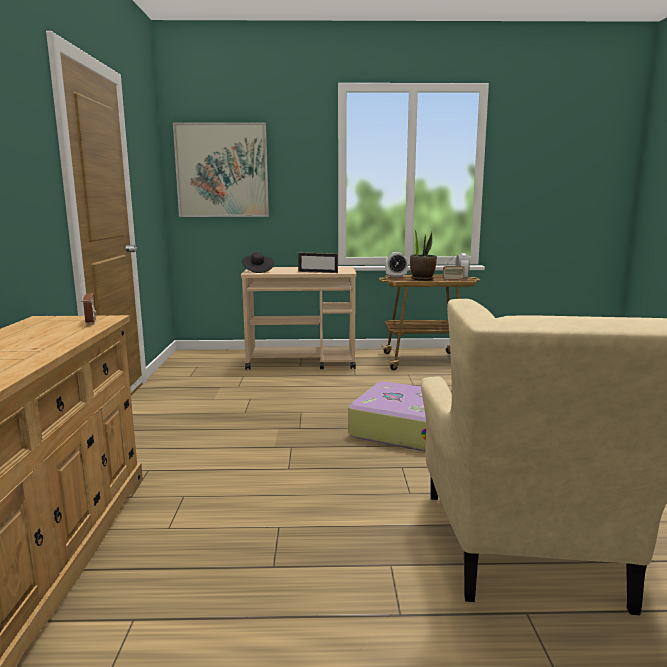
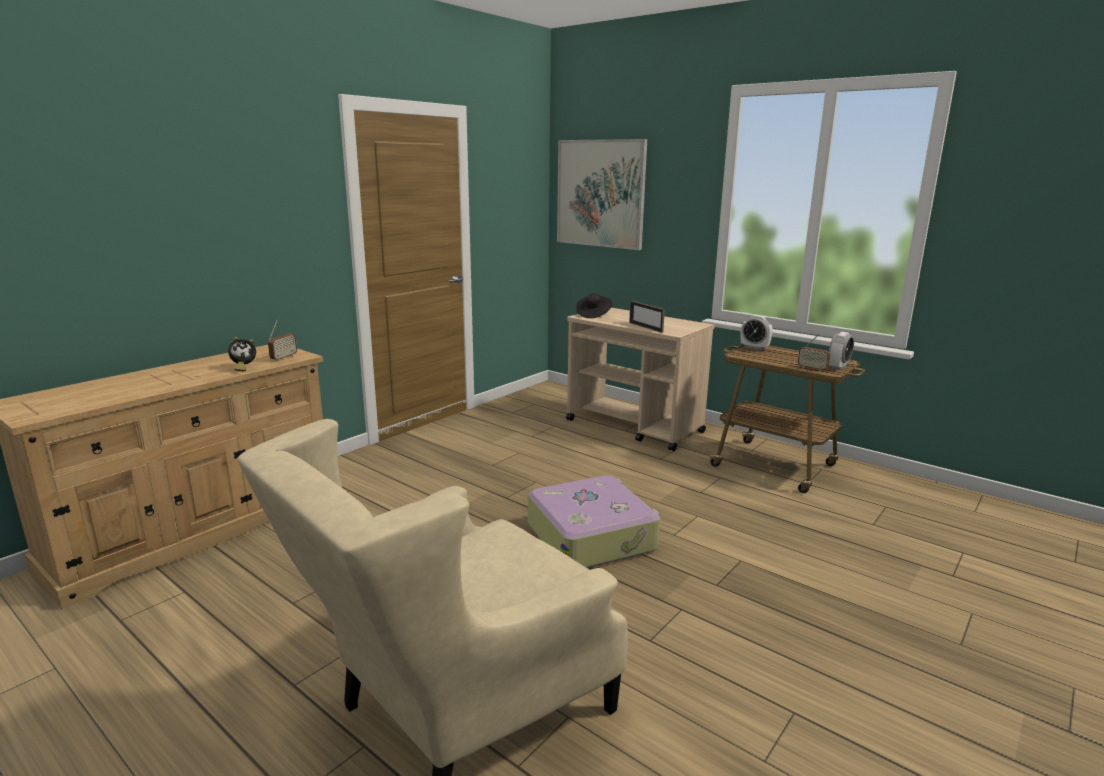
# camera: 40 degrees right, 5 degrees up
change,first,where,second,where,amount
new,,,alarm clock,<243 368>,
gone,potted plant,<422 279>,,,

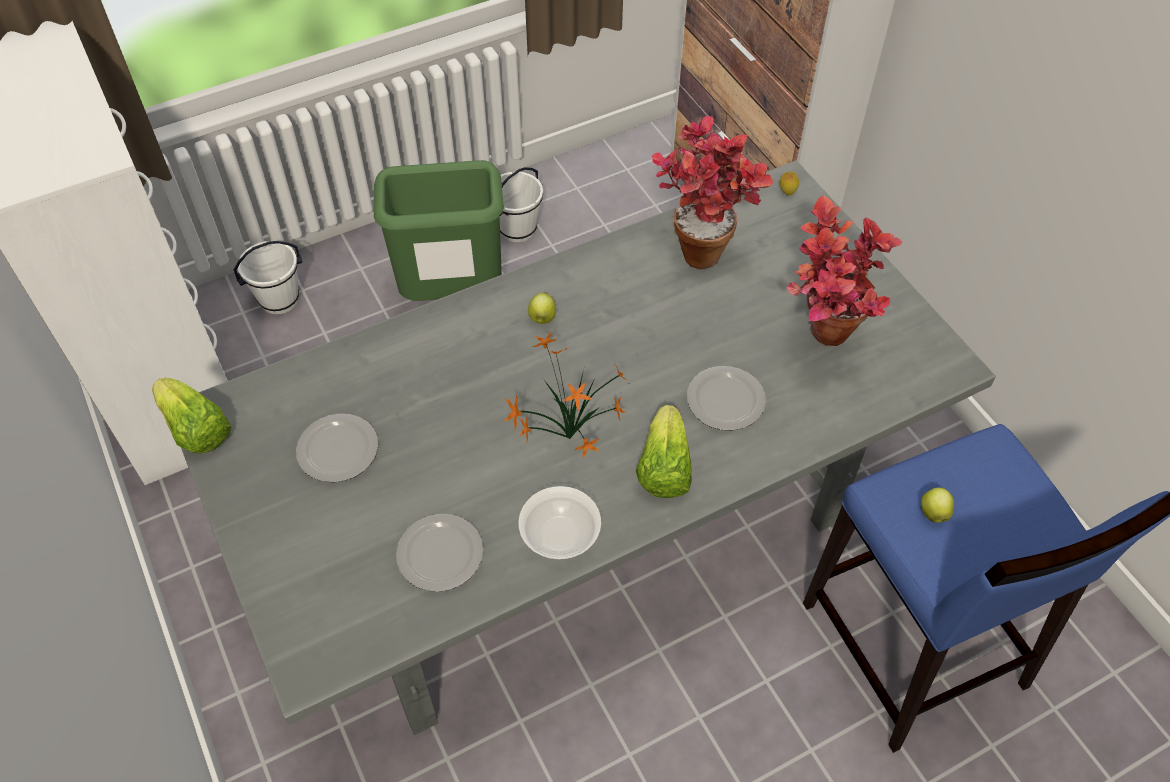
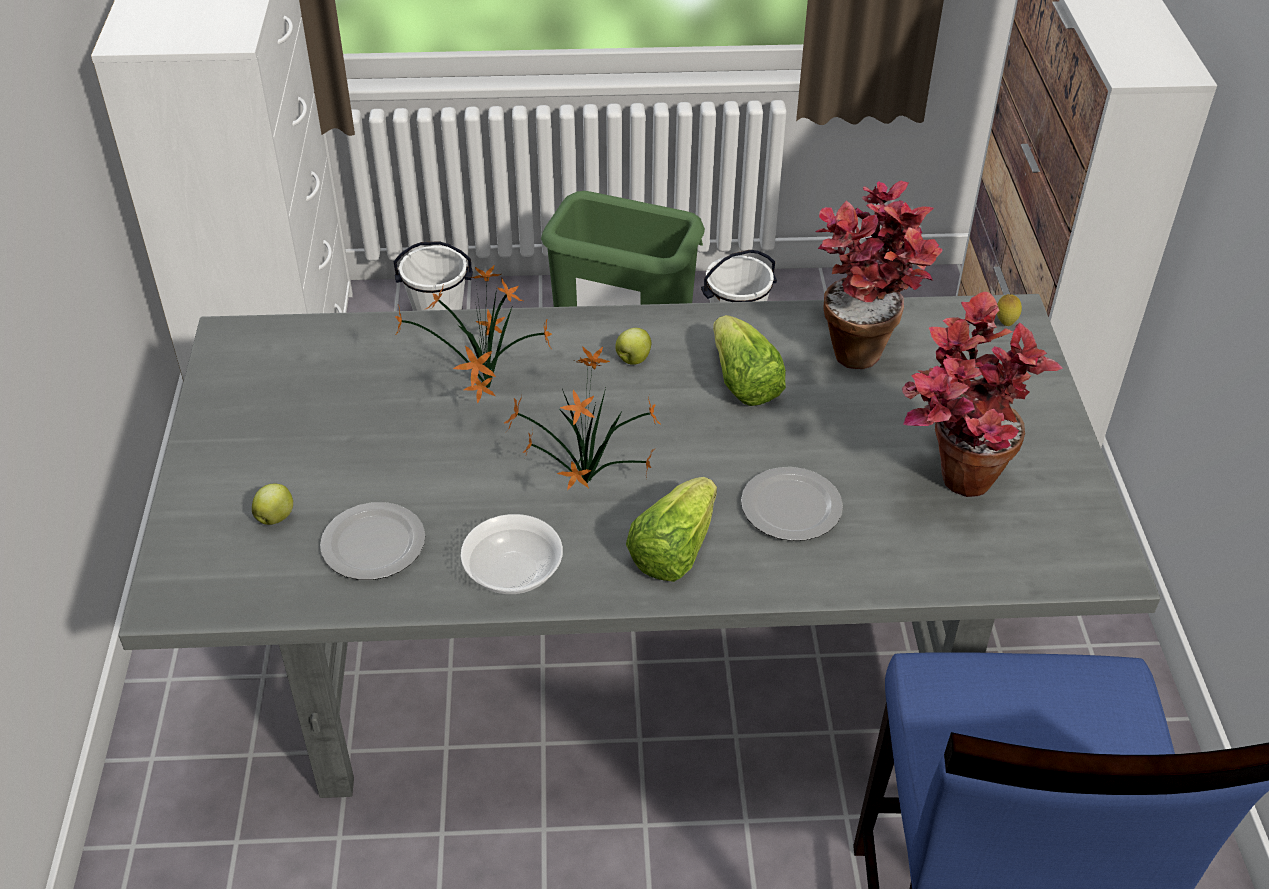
# camera: 25 degrees right, 10 degrees down
change,first,where,second,where,amount
shifted,apple,<933 512>,,<276 517>,
new,,,potted plant,<486 391>,
shifted,lettuce,<196 429>,,<743 382>,
gone,plate,<336 450>,,,

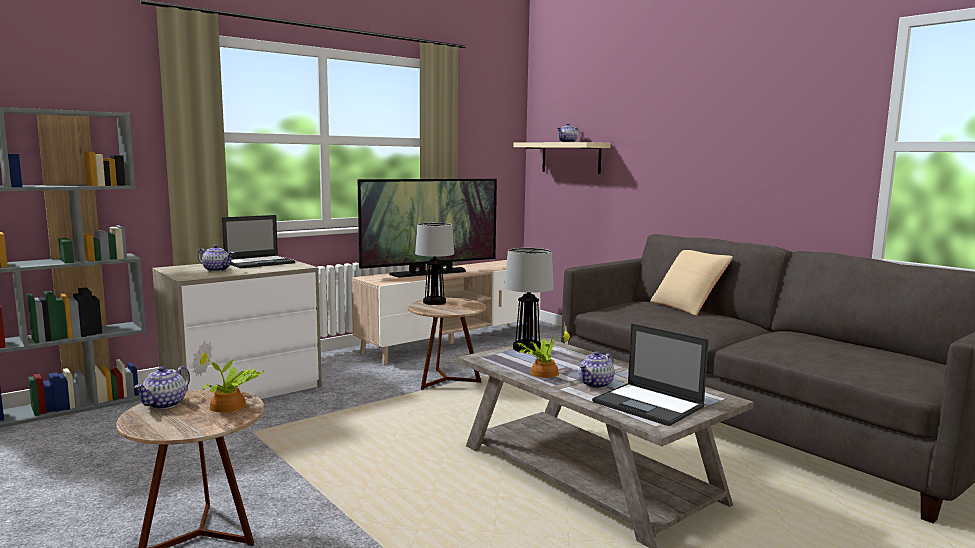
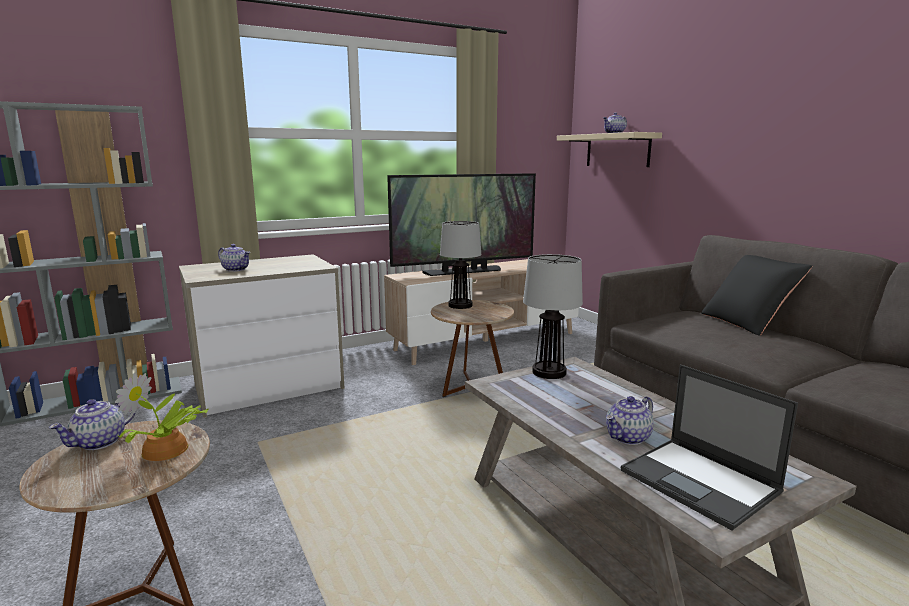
# camera: 10 degrees right, 5 degrees up
change,first,where,second,where,amount
repainted,pillow (beige),<687 307>,pillow (black),<747 323>,
gone,laptop,<260 262>,,,
gone,potted plant,<543 372>,,,

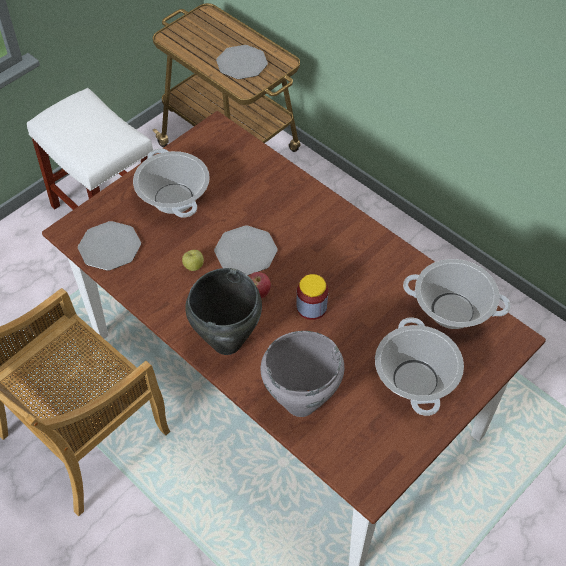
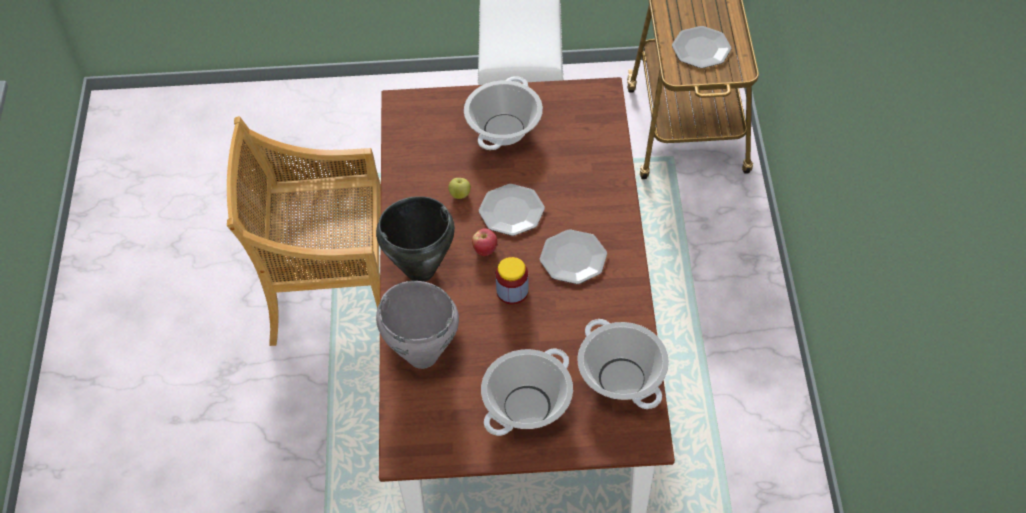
# camera: 45 degrees right, 0 degrees up
change,first,where,second,where,amount
shifted,plate,<110 247>,,<573 258>,

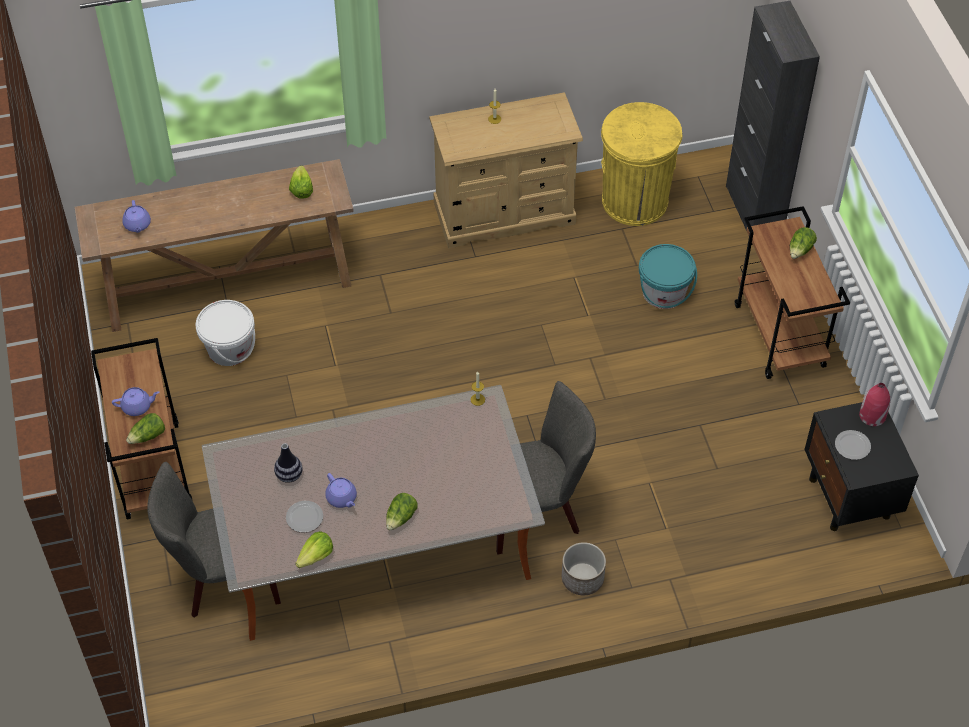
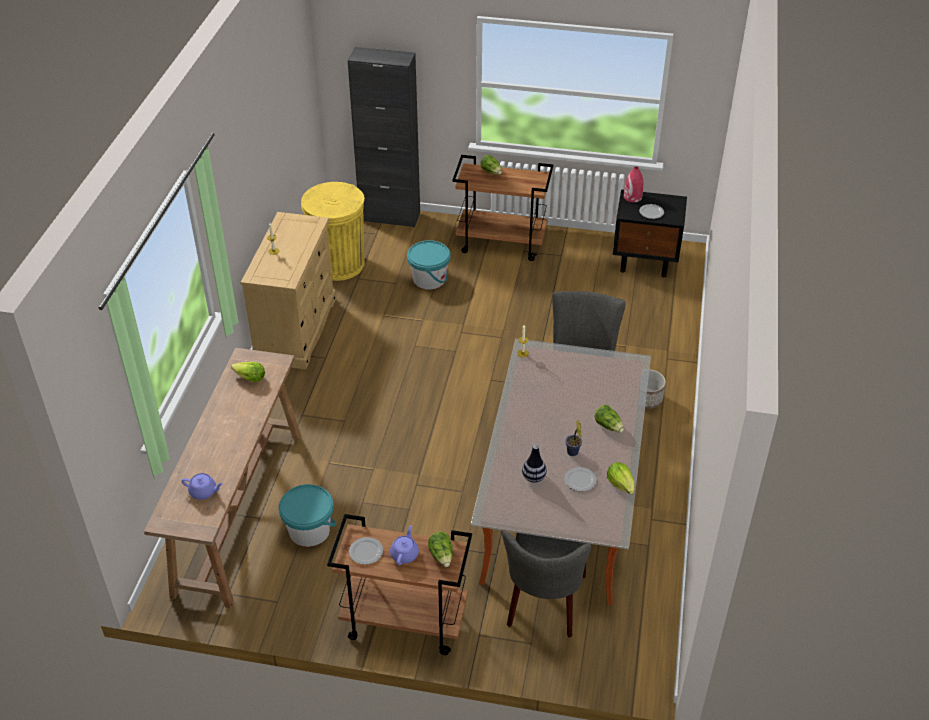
# camera: 65 degrees left, 10 degrees down
change,first,where,second,where,amount
repainted,bucket (white),<229 349>,bucket (turquoise),<309 530>,
new,,,plate,<366 552>,
swapped,teapot (purple),<342 498>,potted plant,<573 453>,

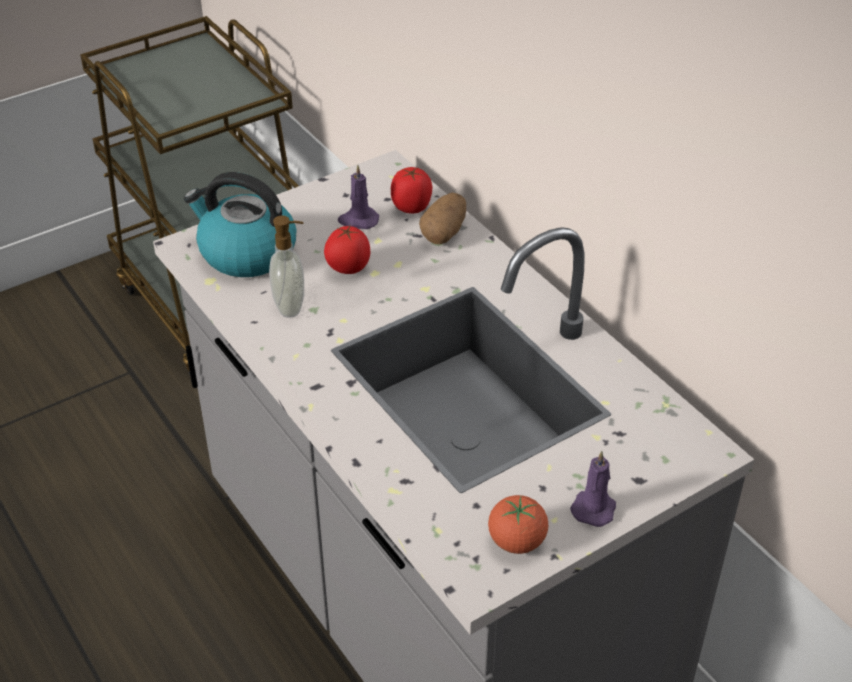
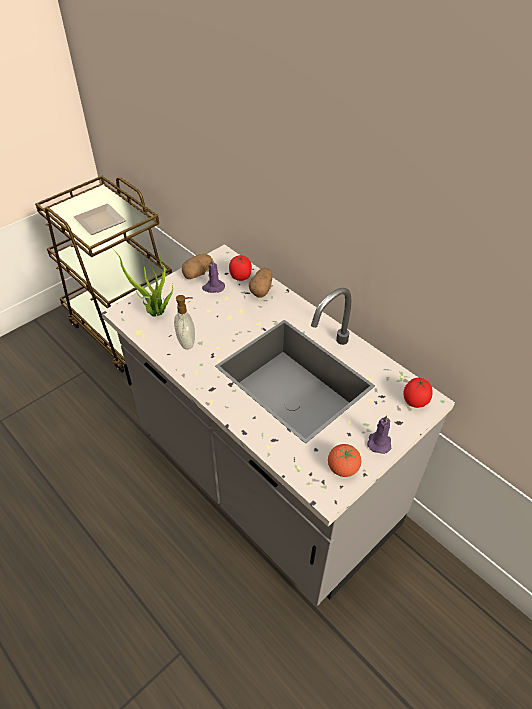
# camera: 10 degrees left, 5 degrees up
change,first,where,second,where,amount
new,,,plate,<102 222>,
swapped,kettle,<246 253>,potted plant,<155 313>,
new,,,potato,<197 273>,
shifted,tomato,<348 268>,,<414 402>,

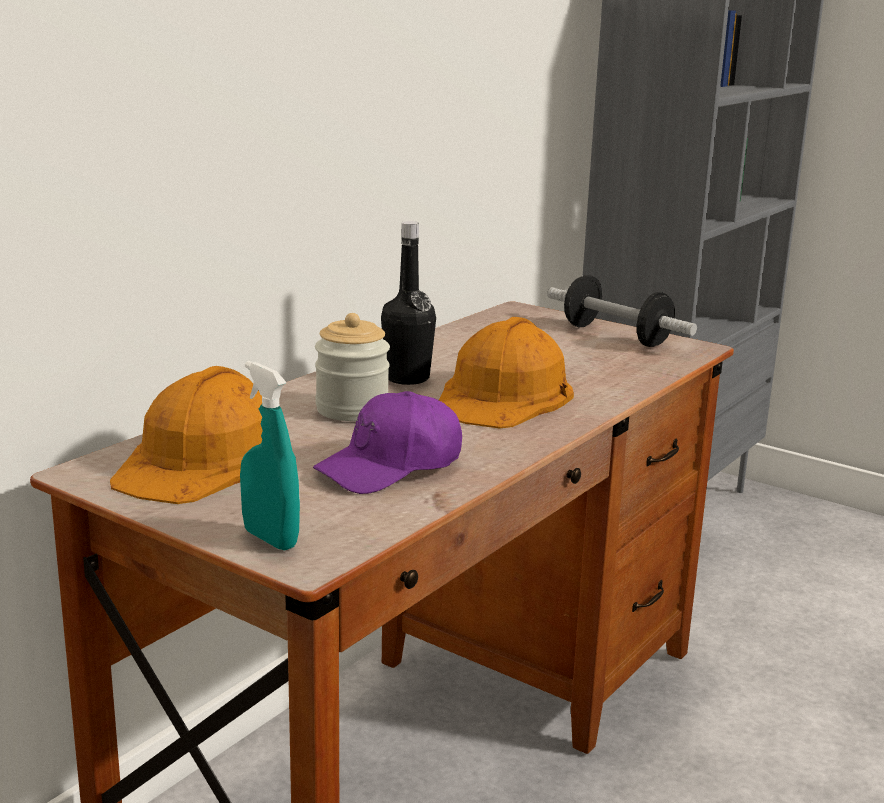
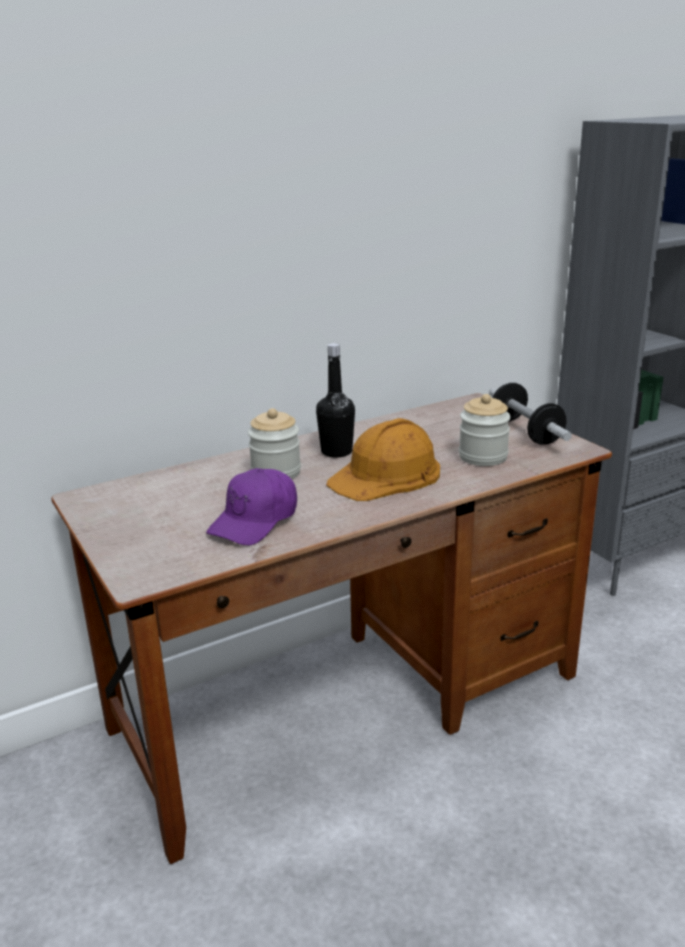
# camera: 25 degrees right, 5 degrees up
change,first,where,second,where,amount
rotated,cap (purple),<391 467>,,<255 521>,45 degrees counterclockwise
new,,,jar,<483 457>,
gone,hard hat (orange),<203 460>,,,
gone,spray bottle (turquoise),<270 539>,,,

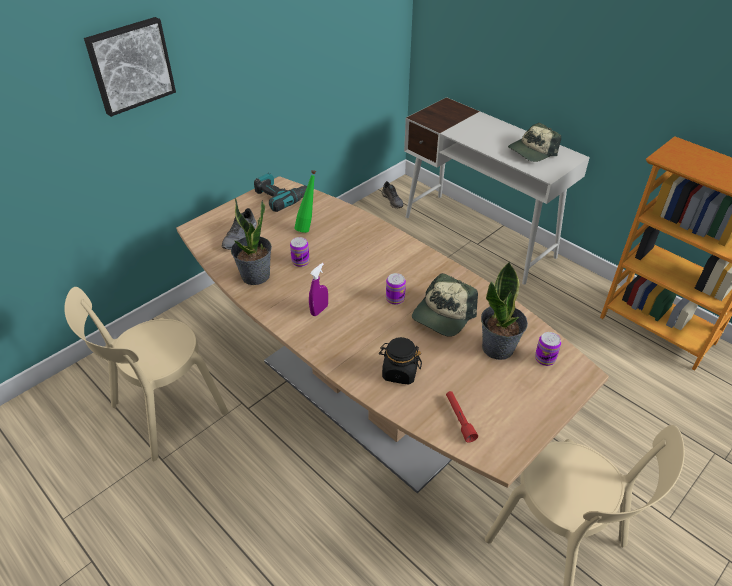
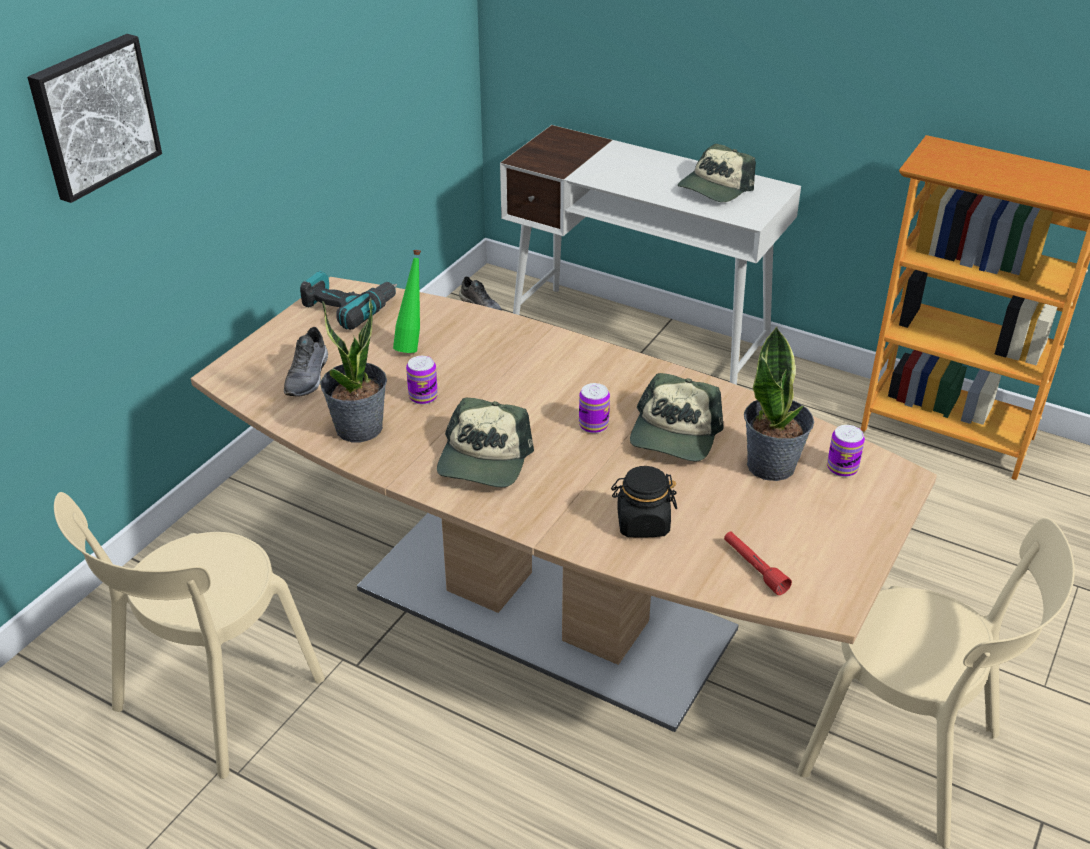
# camera: 15 degrees left, 5 degrees down
change,first,where,second,where,amount
swapped,spray bottle (purple),<319 310>,cap,<484 460>,

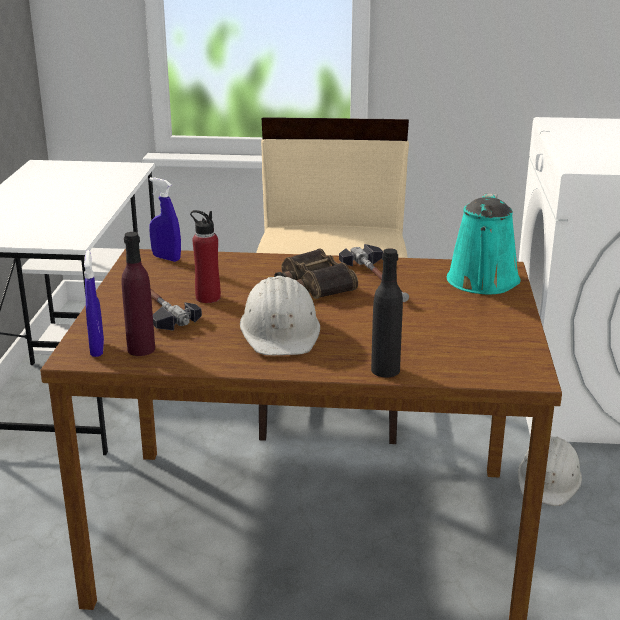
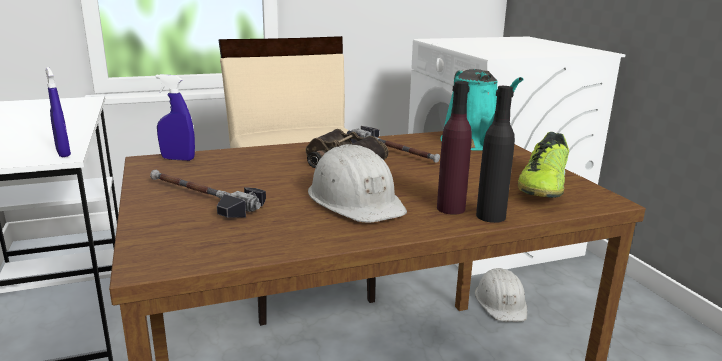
# camera: 25 degrees left, 5 degrees down
change,first,where,second,where,amount
shifted,spray bottle (blue),<97 349>,,<63 153>,
shifted,bottle (purple),<141 349>,,<450 208>,
new,,,shoe,<543 187>,
gone,bottle (red),<208 298>,,,

